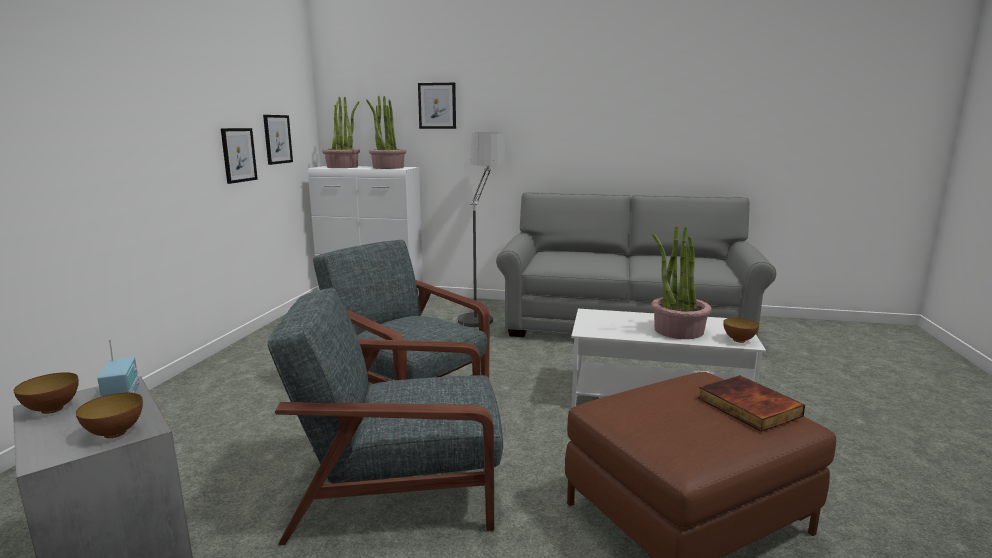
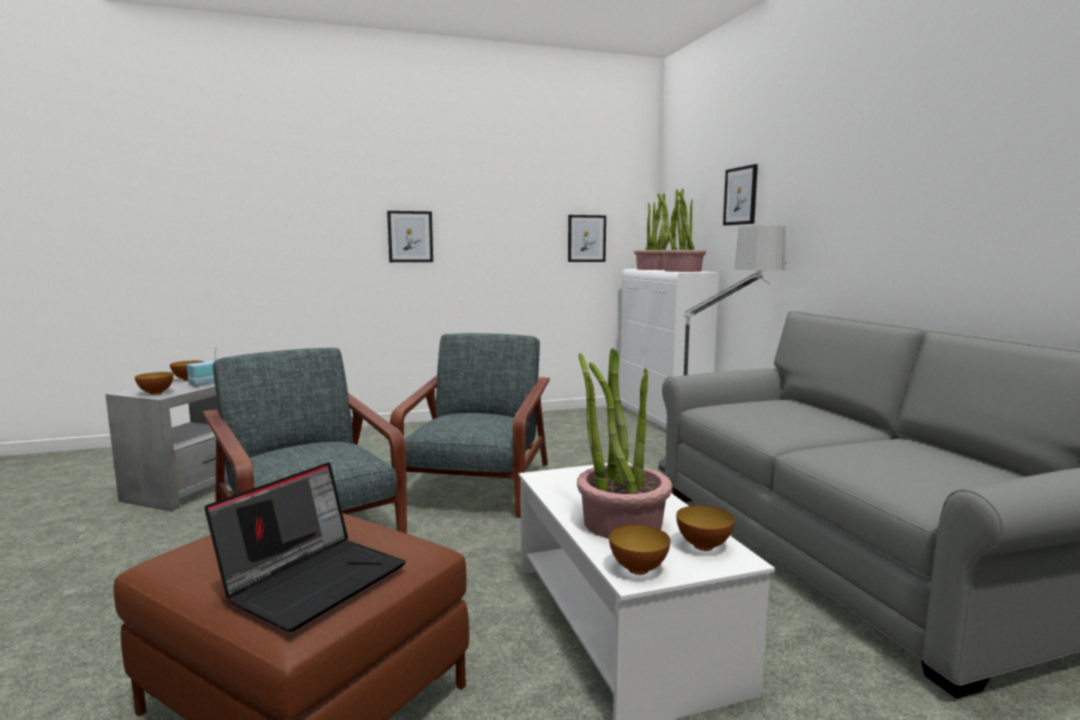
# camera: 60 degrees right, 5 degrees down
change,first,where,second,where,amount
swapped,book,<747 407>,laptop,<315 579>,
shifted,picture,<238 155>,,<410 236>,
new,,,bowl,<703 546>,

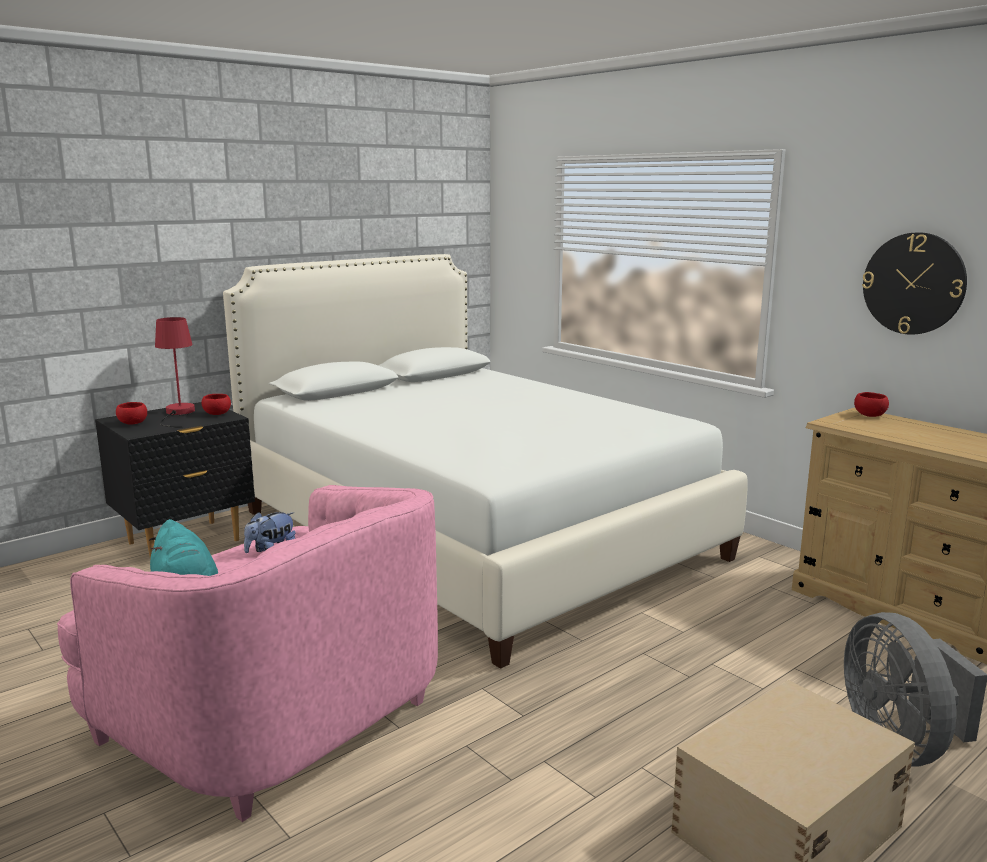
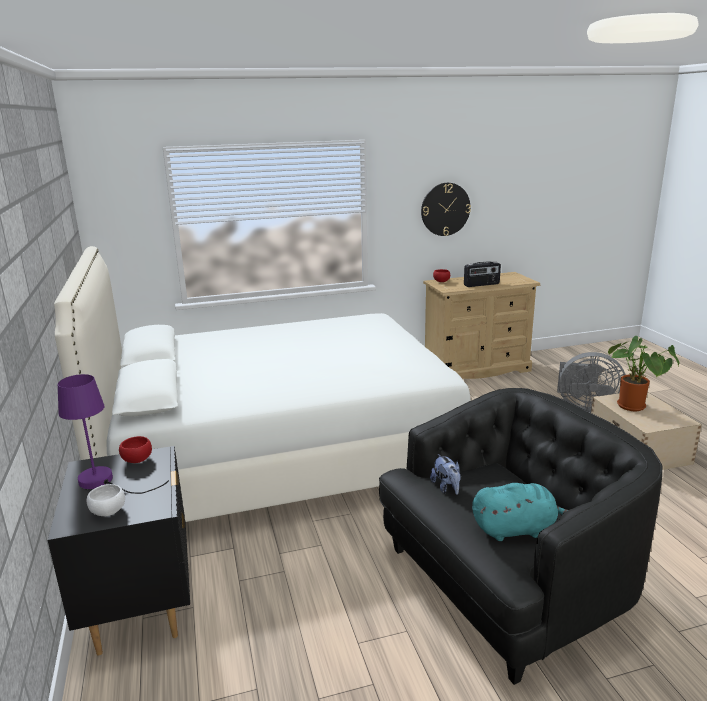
# camera: 65 degrees left, 5 degrees up
change,first,where,second,where,amount
repainted,table lamp (red),<178 414>,table lamp (purple),<104 482>,
repainted,bowl (red),<132 423>,bowl (white),<108 512>,
repainted,armchair (pink),<273 715>,armchair (black),<504 582>,
new,,,radio,<481 285>,
new,,,potted plant,<634 407>,

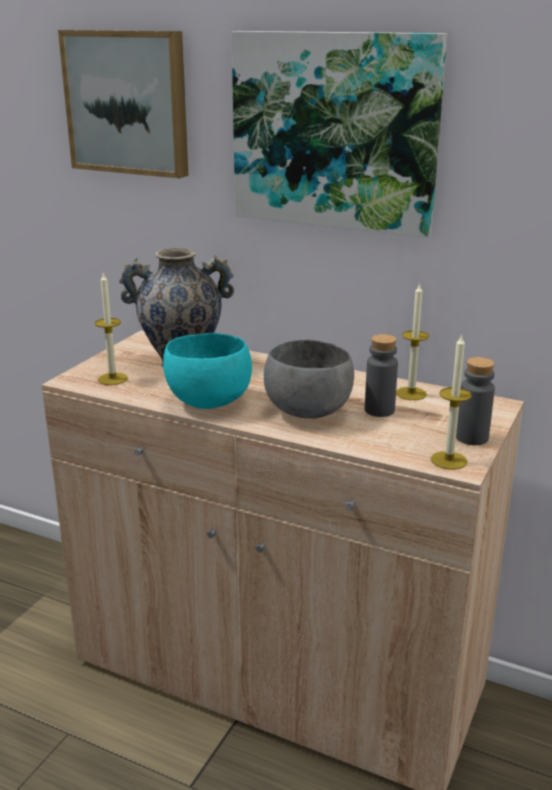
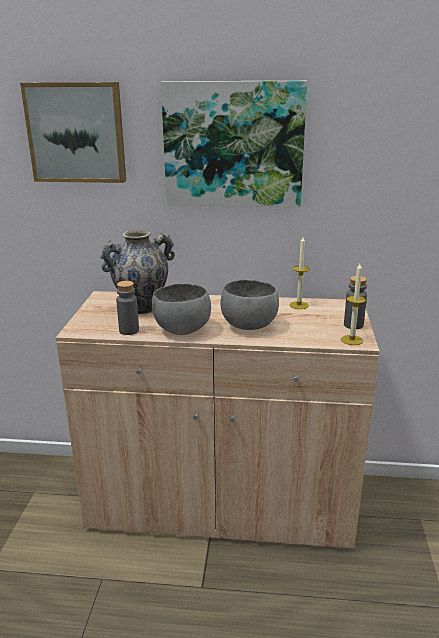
# camera: 20 degrees left, 0 degrees up
change,first,where,second,where,amount
shifted,bottle (grey),<379 410>,,<129 330>,
repainted,bowl (turquoise),<207 402>,bowl (grey),<181 330>,
gone,candle,<112 379>,,,

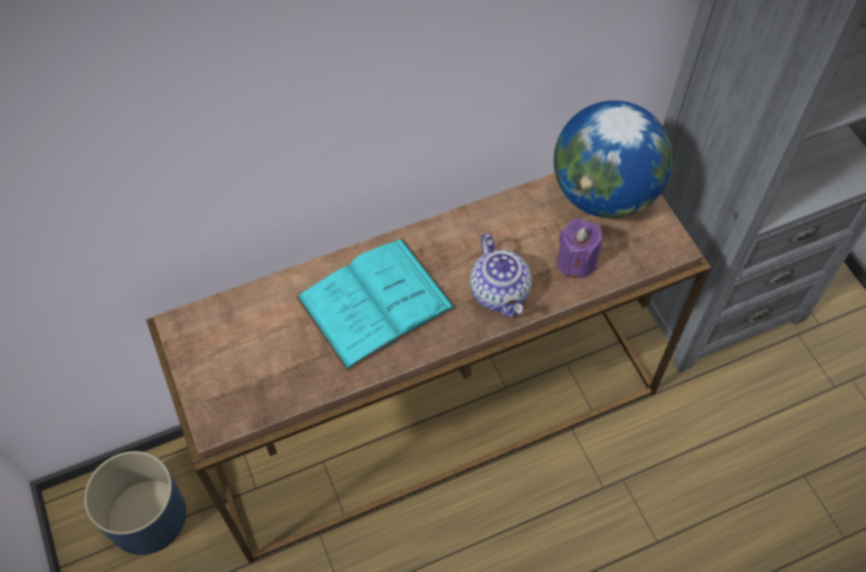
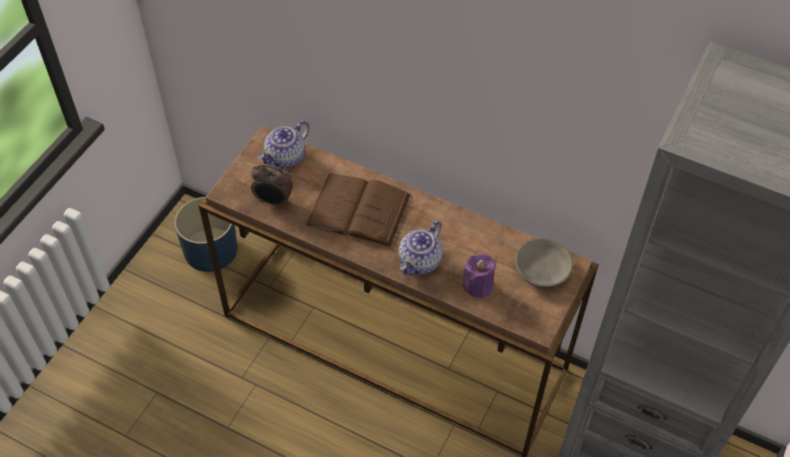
# camera: 50 degrees right, 5 degrees down
change,first,where,second,where,amount
new,,,alarm clock,<273 201>,
new,,,teapot,<286 158>,
repainted,book (turquoise),<376 303>,book (brown),<358 210>,
swapped,globe,<604 194>,bowl (grey),<541 270>,

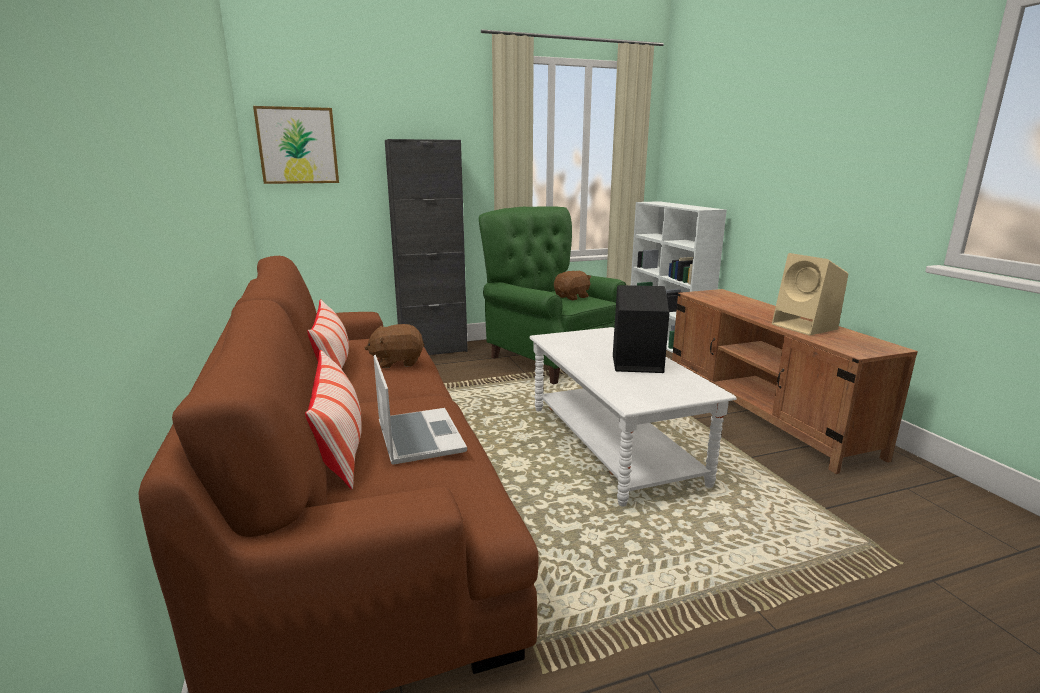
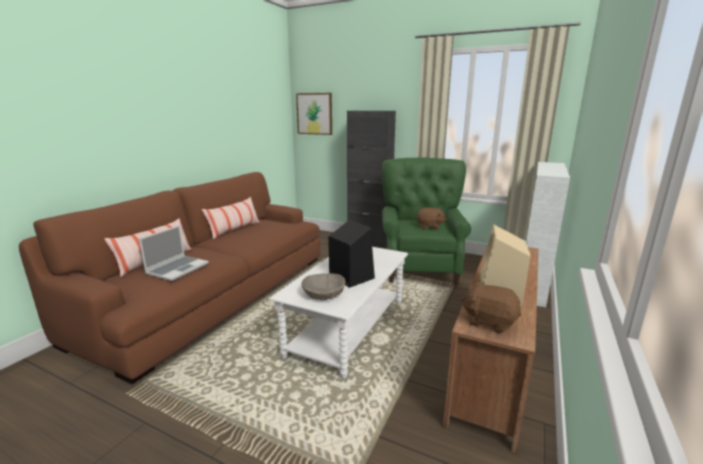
# camera: 45 degrees right, 0 degrees up
change,first,where,second,where,amount
new,,,bowl (beige),<323 294>,
shifted,plush toy (brown),<397 362>,,<489 321>,

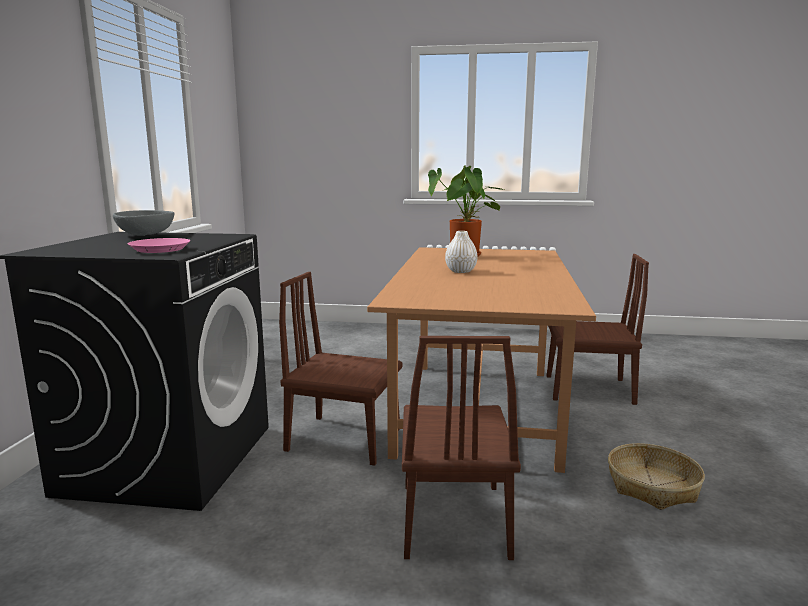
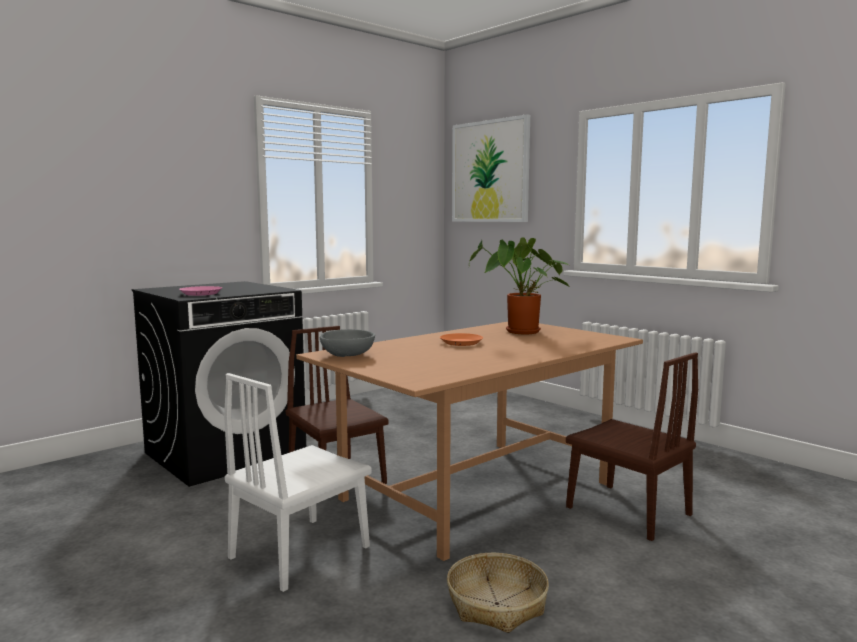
# camera: 40 degrees right, 5 degrees down
change,first,where,second,where,amount
repainted,chair (brown),<454 519>,chair (white),<300 552>,
shifted,bowl (grey),<145 235>,,<347 355>,
swapped,vase (white),<461 271>,plate (orange),<461 343>,
new,,,picture,<490 171>,

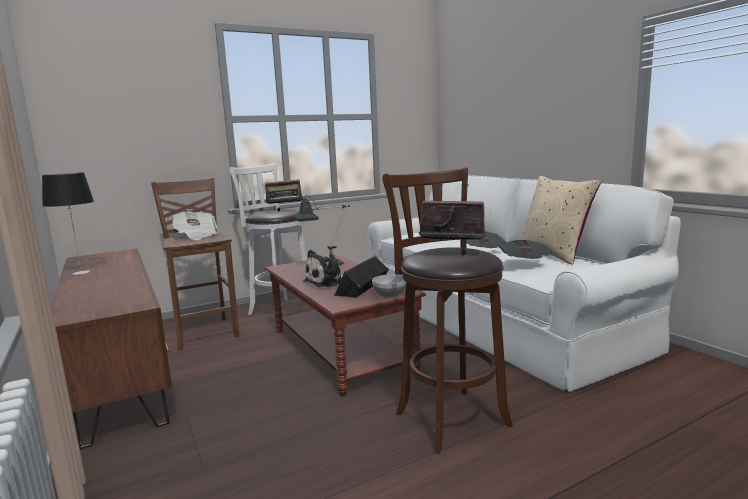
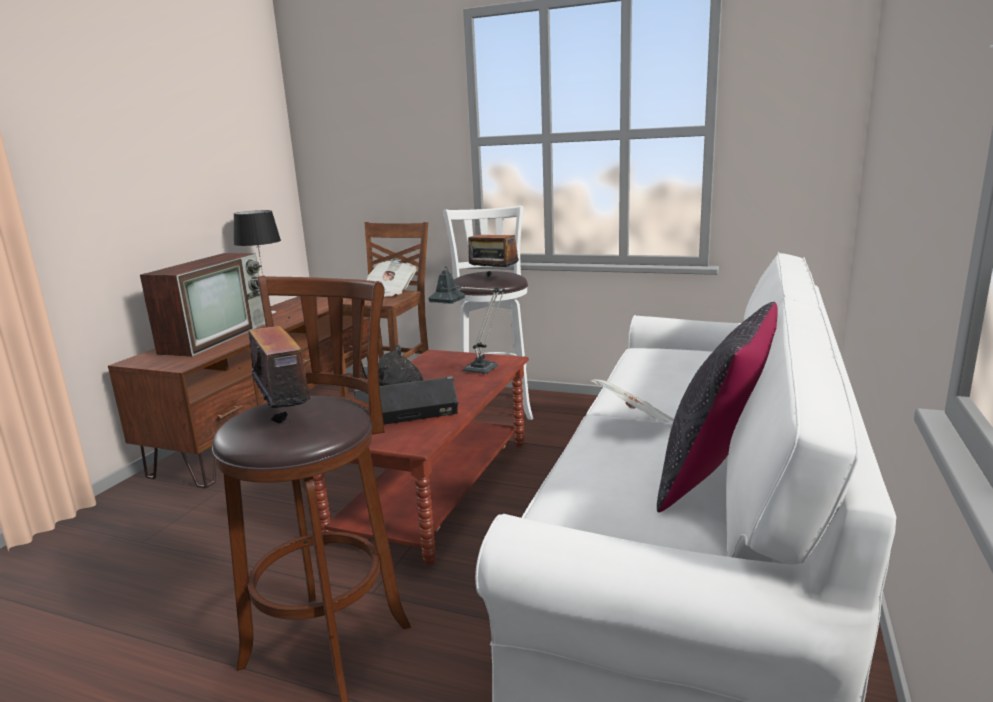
# camera: 50 degrees right, 5 degrees up
change,first,where,second,where,amount
new,,,television,<216 337>,
repainted,pillow (beige),<553 254>,pillow (black),<715 476>,
gone,bowl,<390 294>,,,
gone,newspaper,<524 264>,,,

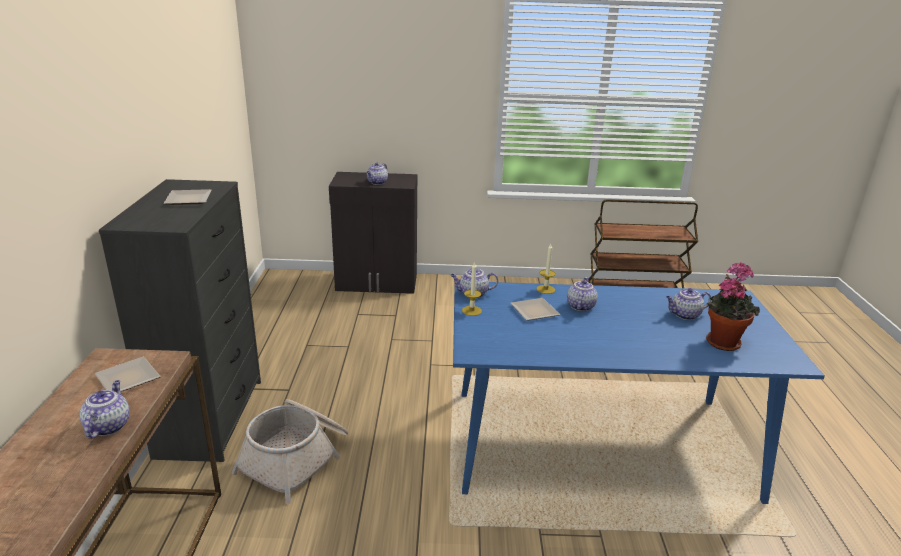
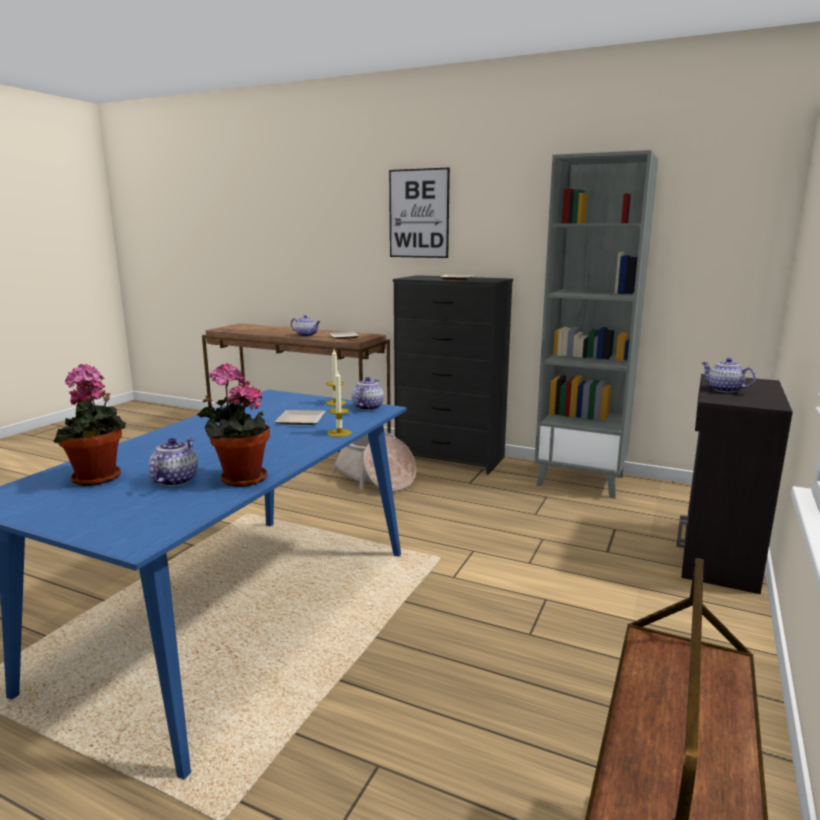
# camera: 115 degrees right, 10 degrees down
change,first,where,second,where,amount
new,,,potted plant,<239 479>,
new,,,picture,<419 213>,
new,,,bookcase (grey),<581 480>,
gone,teapot,<580 306>,,,

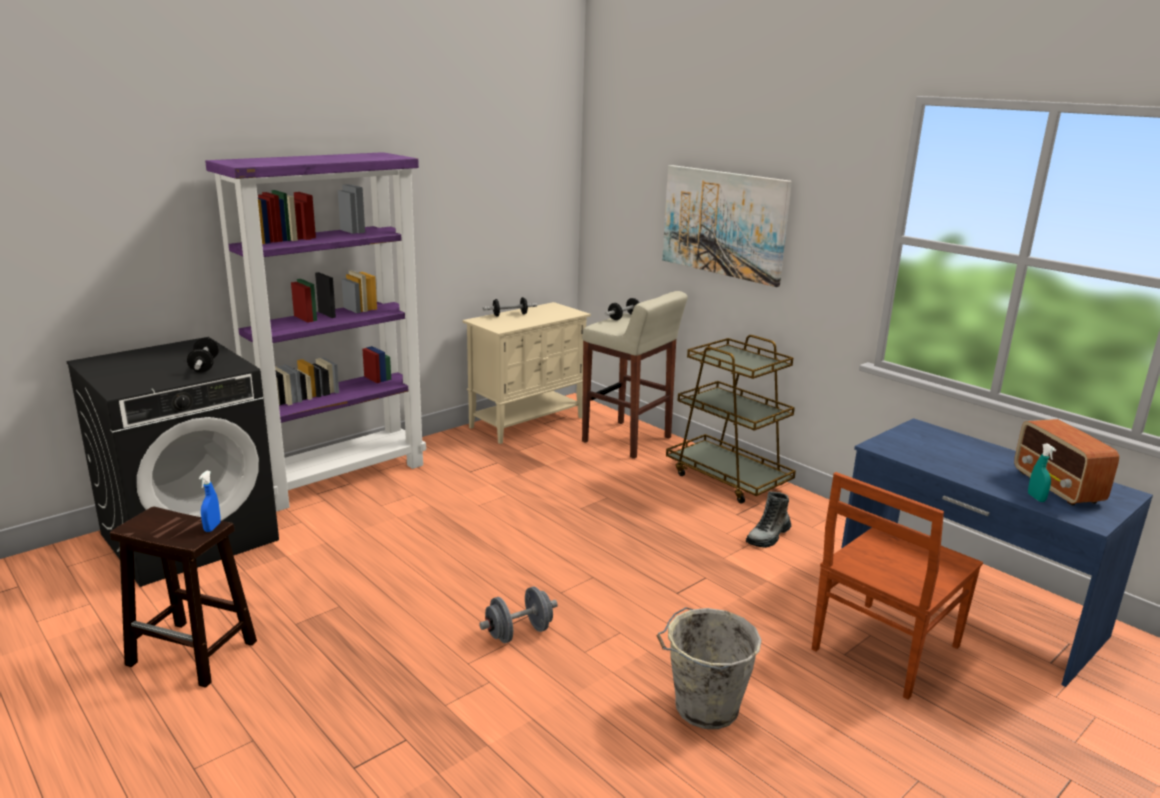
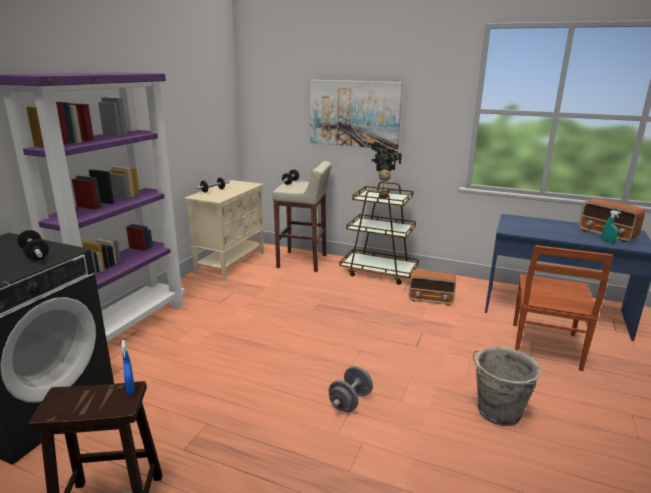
# camera: 25 degrees left, 0 degrees up
change,first,where,second,where,amount
new,,,potted plant,<382 196>,
swapped,boot,<768 537>,radio,<431 300>,

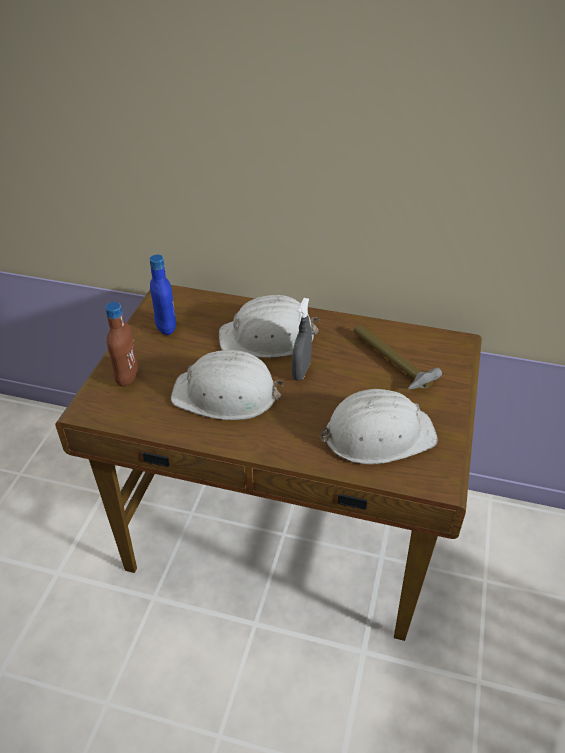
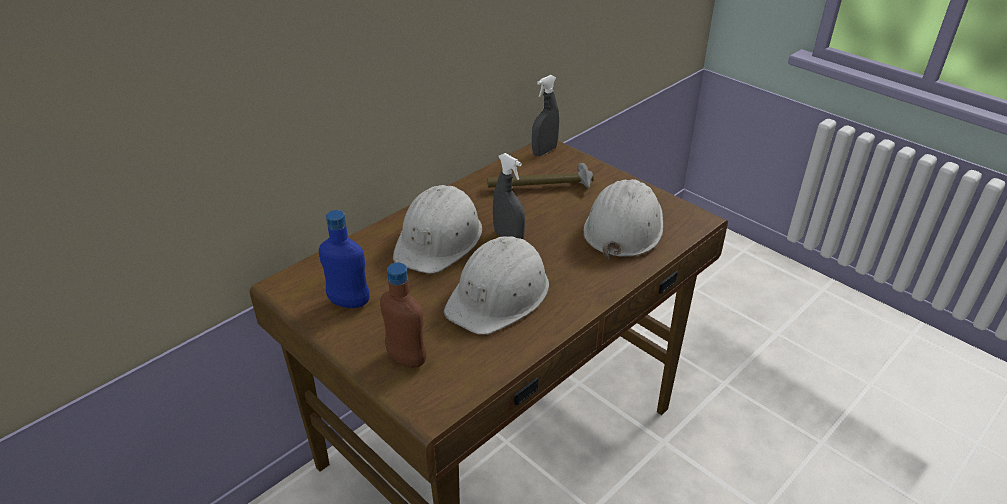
# camera: 60 degrees left, 5 degrees down
change,first,where,second,where,amount
new,,,spray bottle (grey),<544 151>,

